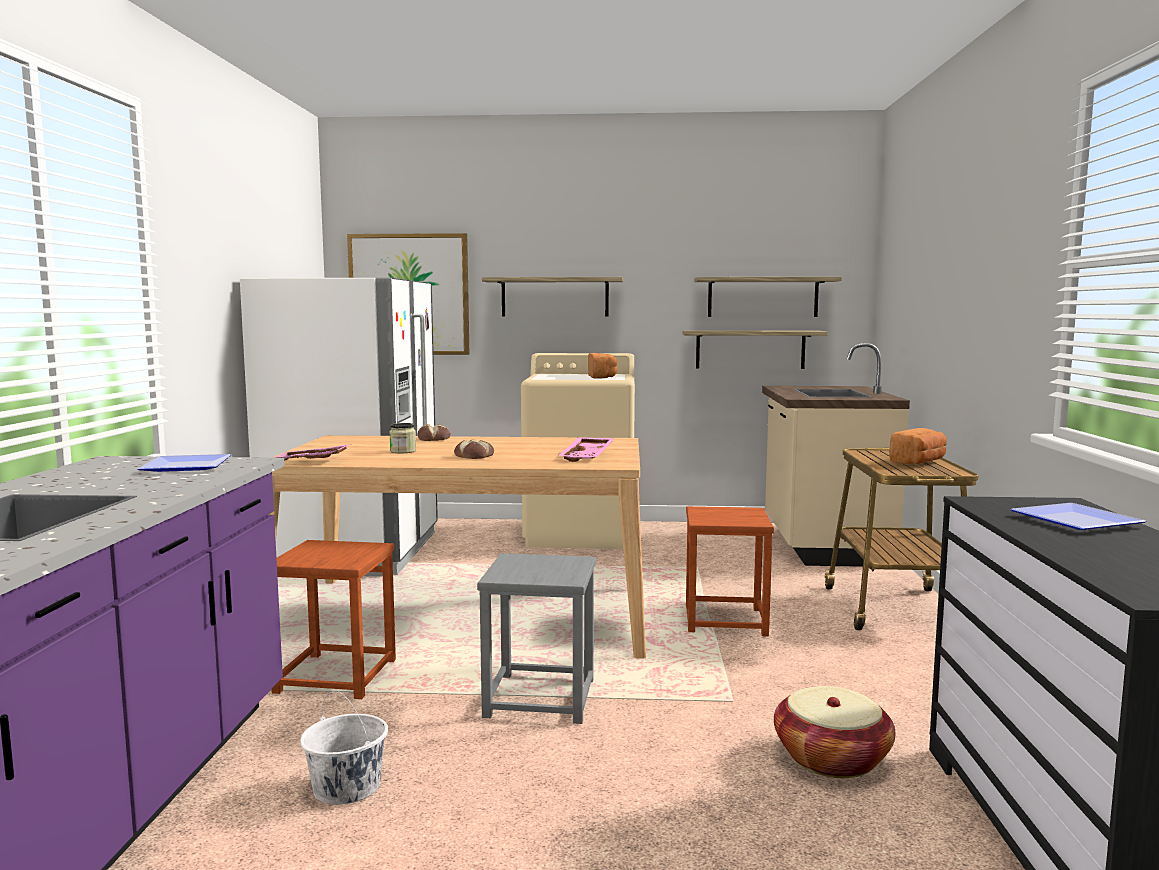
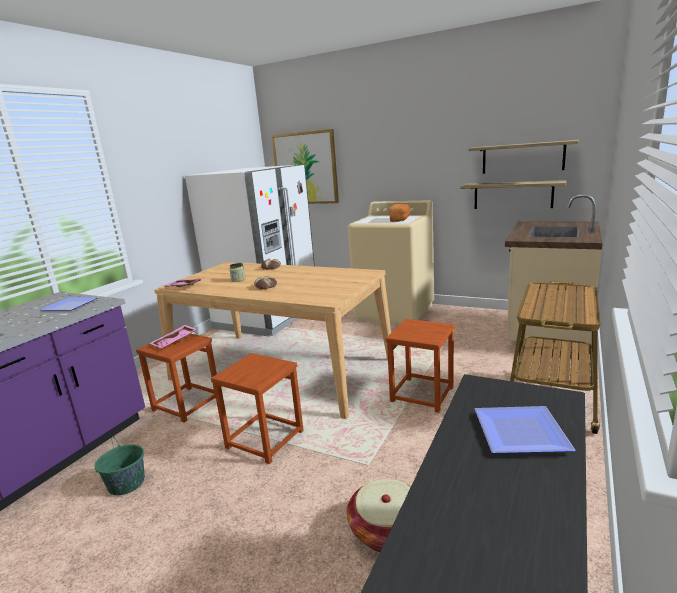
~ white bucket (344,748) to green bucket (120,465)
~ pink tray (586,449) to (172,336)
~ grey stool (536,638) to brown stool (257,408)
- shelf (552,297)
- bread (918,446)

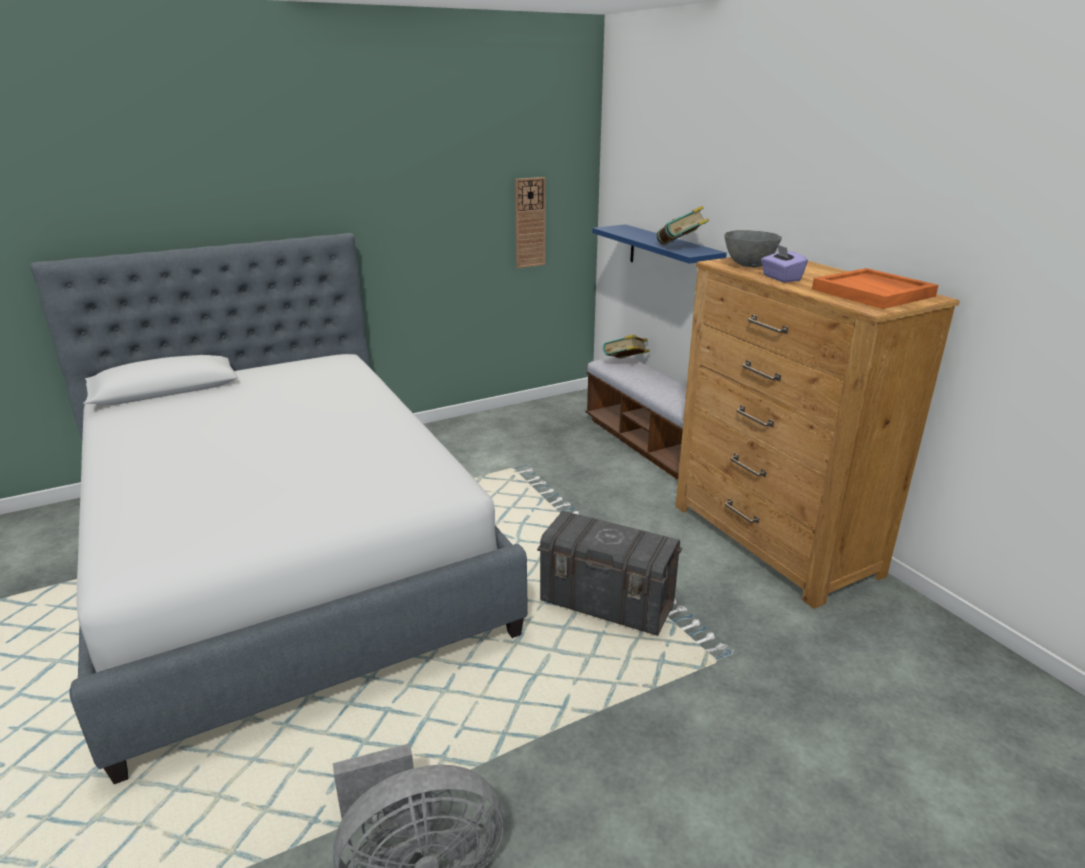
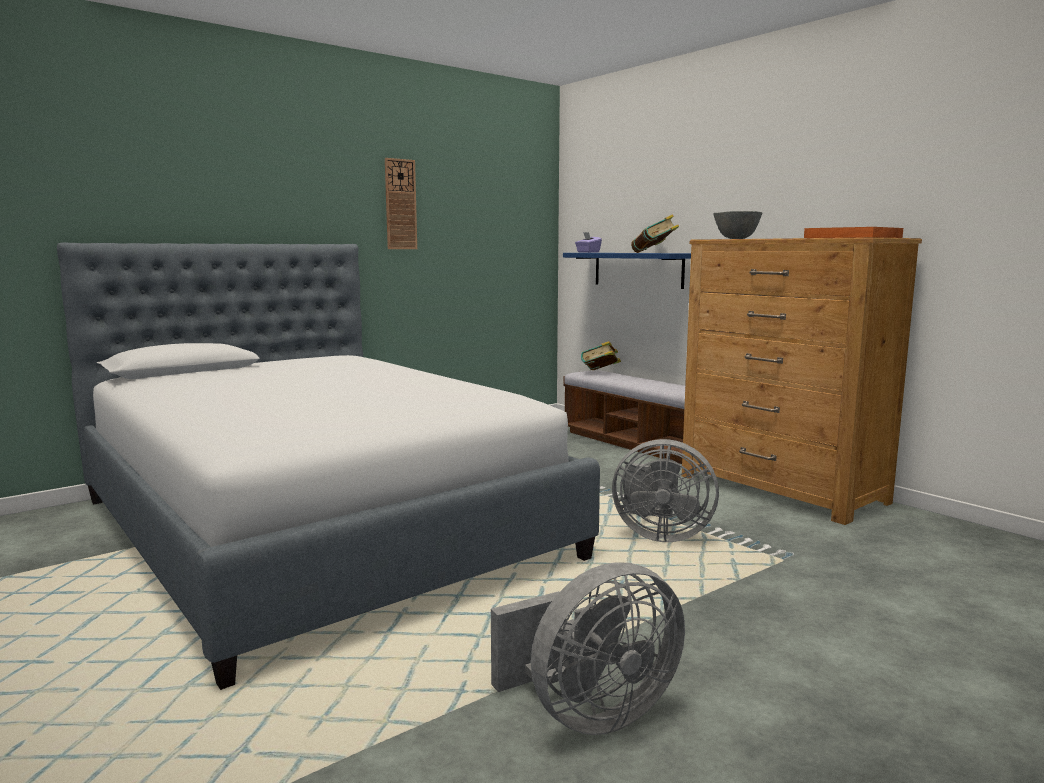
~ wall clock (530,222) to (401,203)
~ purple tissue box (784,263) to (588,242)
~ grey storage box (609,573) to grey fan (665,490)

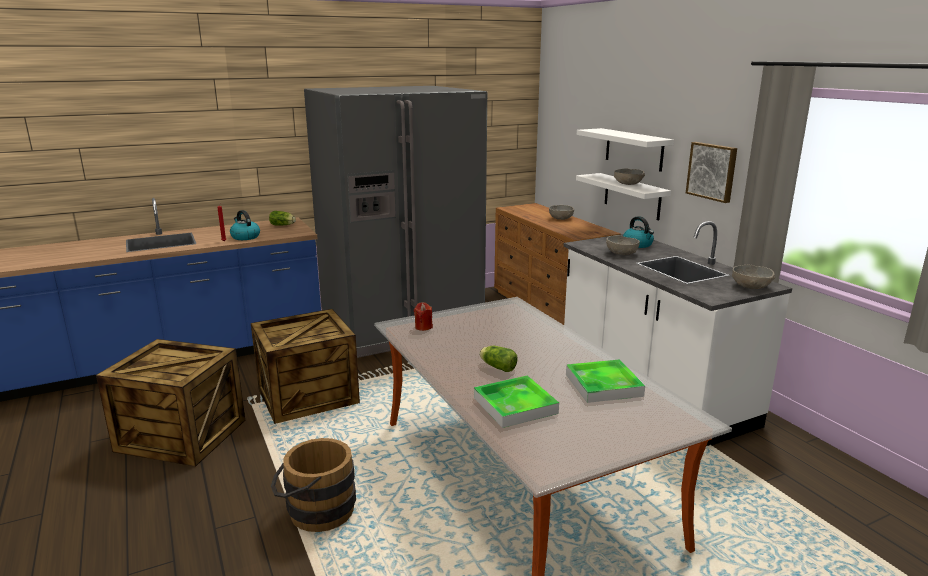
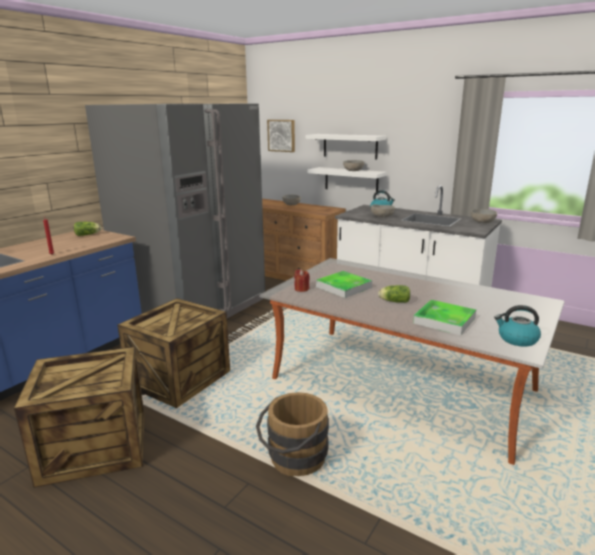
~ picture (711,172) to (281,136)
~ tray (605,381) to (344,284)
~ kettle (245,225) to (517,326)

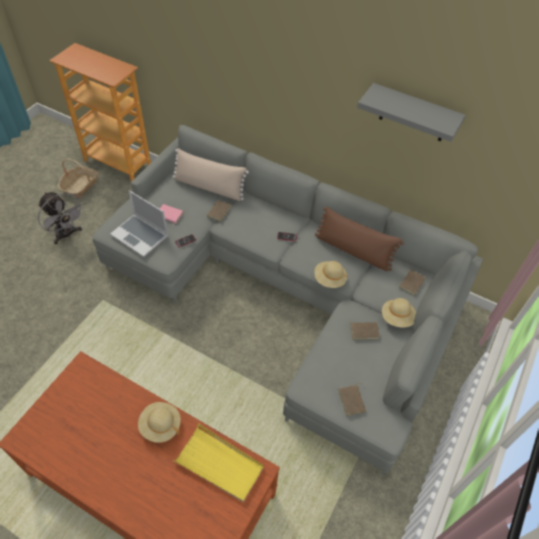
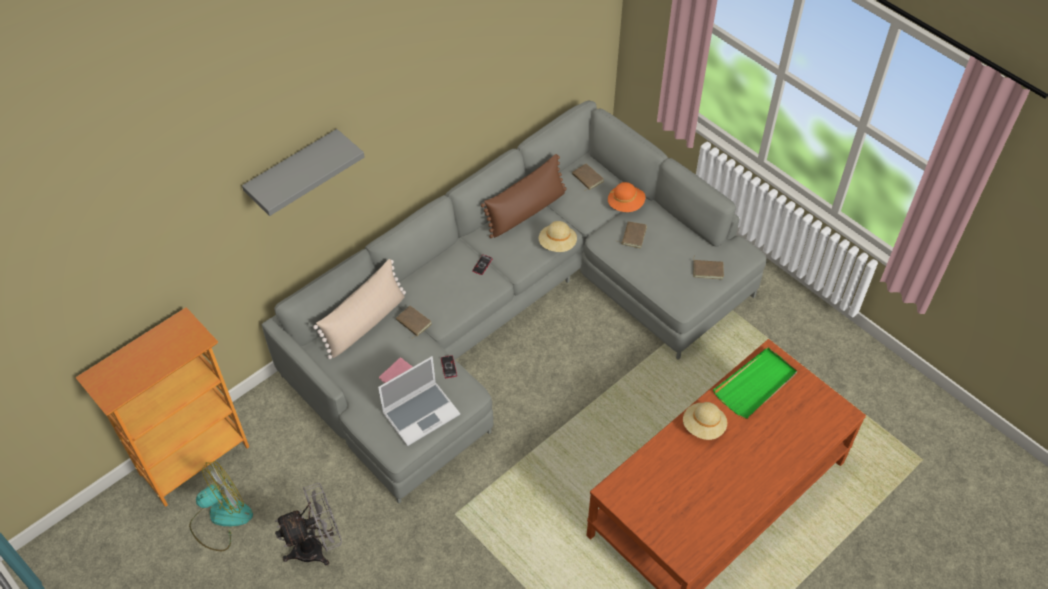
~ basket (78,178) to fan (221,506)
~ grey shelf (411,112) to (303,172)
~ beige hat (399,313) to orange hat (626,197)
~ yellow tray (218,462) to green tray (755,383)

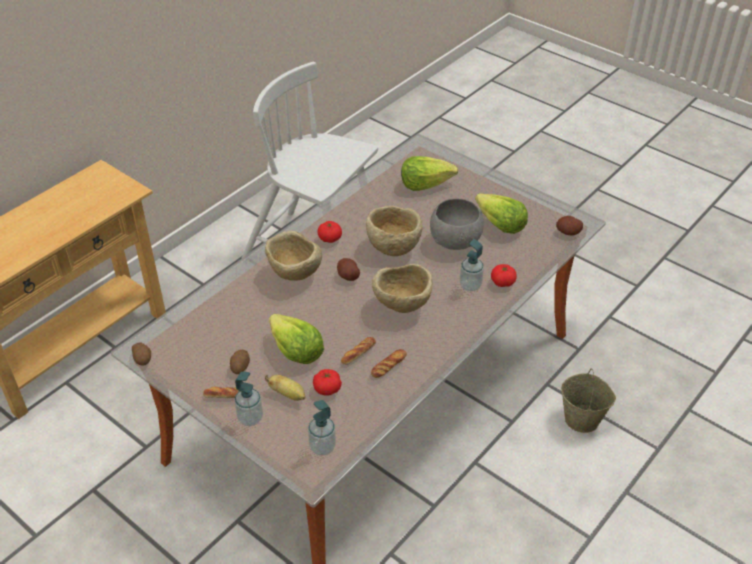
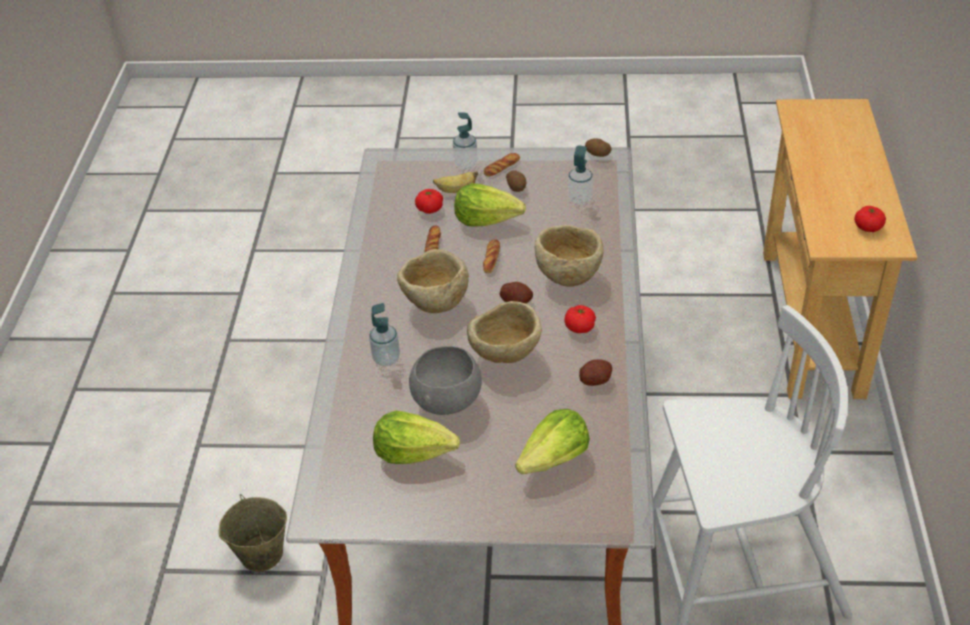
~ bread (389,363) to (491,256)
~ soap dispenser (322,428) to (580,175)
~ potato (569,225) to (595,373)
~ tomato (504,275) to (870,219)

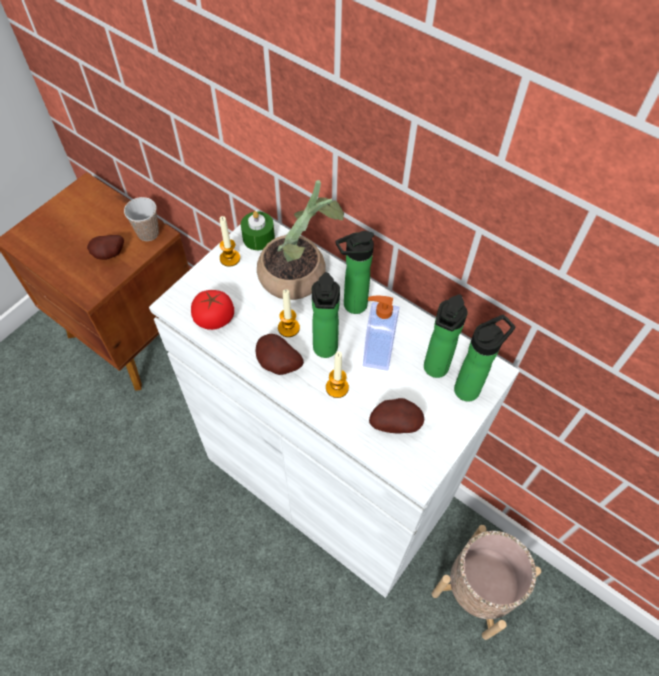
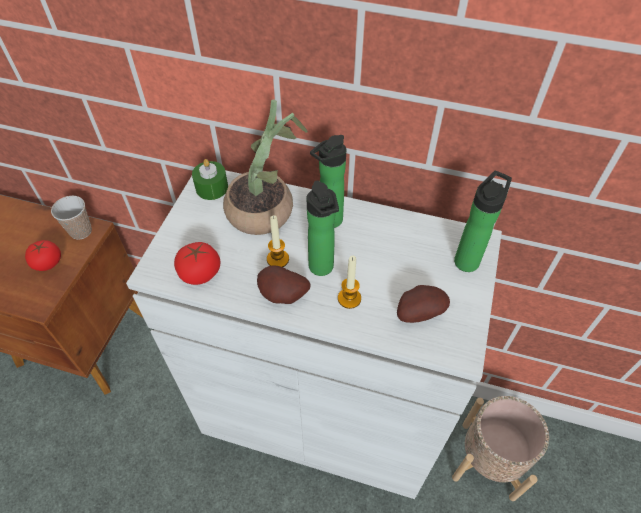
~ potato (105,247) to tomato (43,255)
- candle (230,241)
- soap dispenser (381,333)
- bottle (446,336)

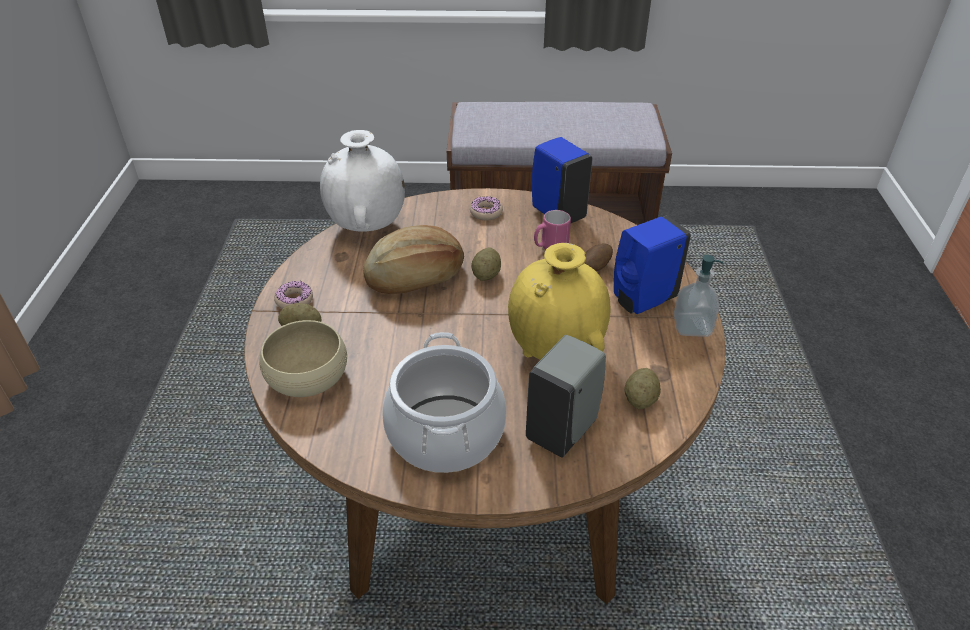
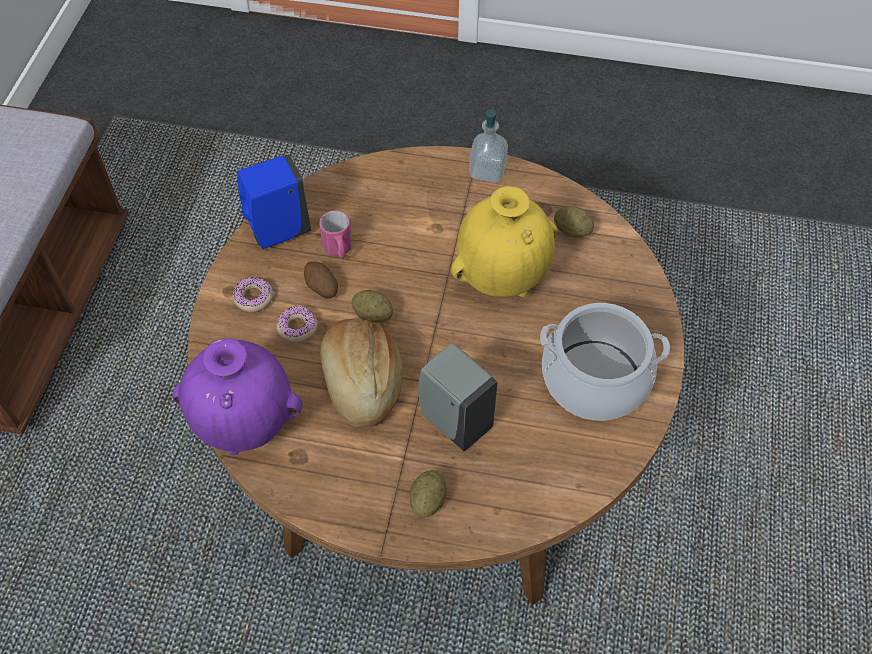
~ white vase (362,181) to purple vase (237,396)
~ donut (293,295) to (297,324)
~ potato (599,257) to (321,280)
~ grey soap dispenser (566,396) to (458,397)
- beige bowl (303,358)
- blue soap dispenser (652,264)

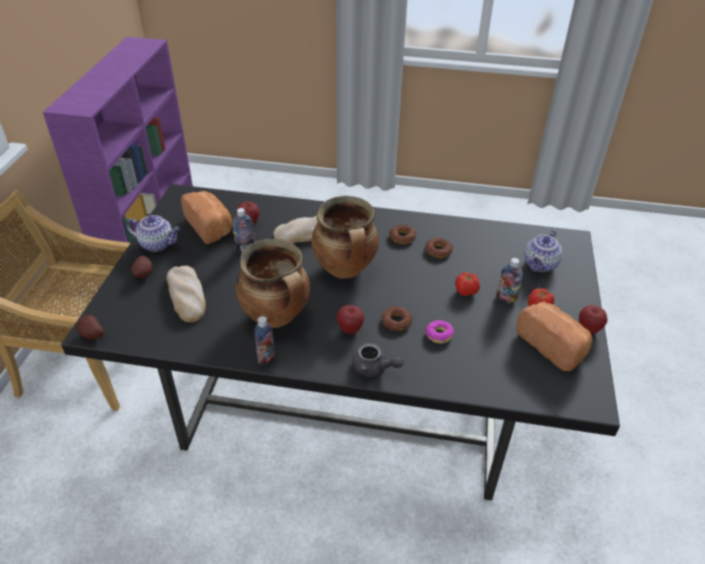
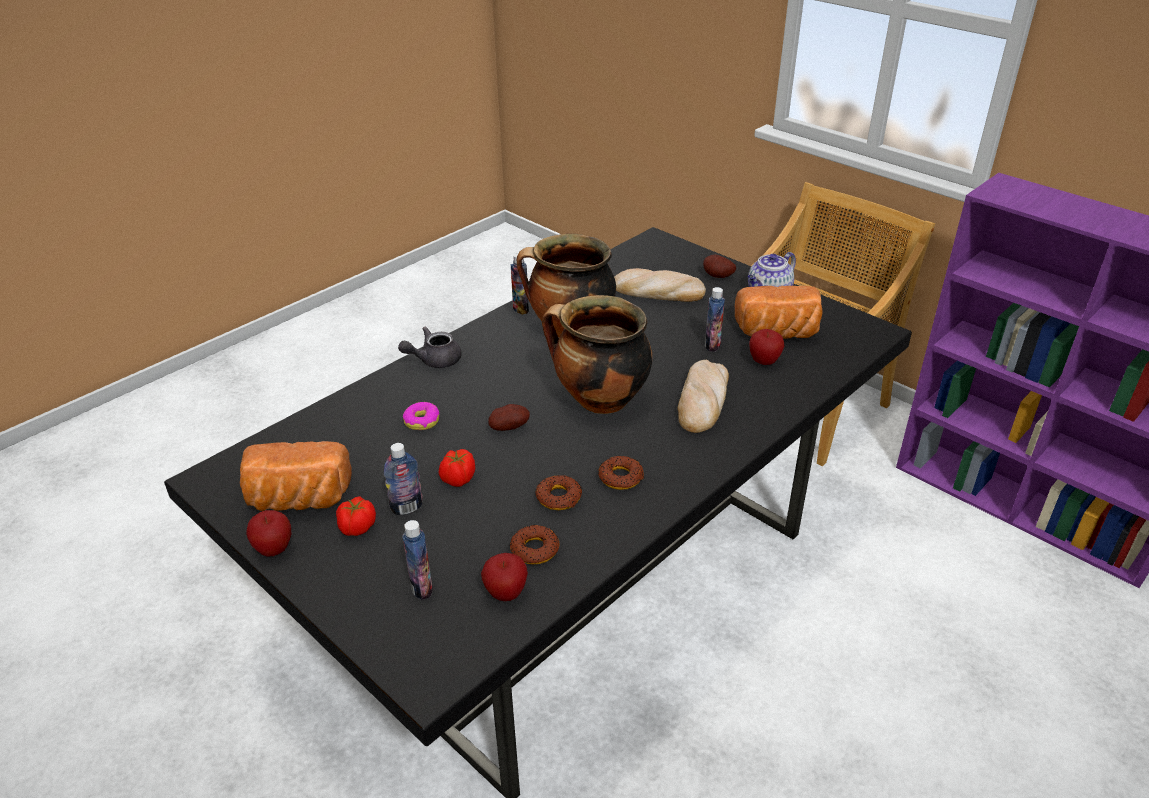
~ teapot (543,251) to bottle (417,560)
~ apple (350,319) to (504,577)
~ potato (90,327) to (509,417)
~ donut (396,318) to (535,544)

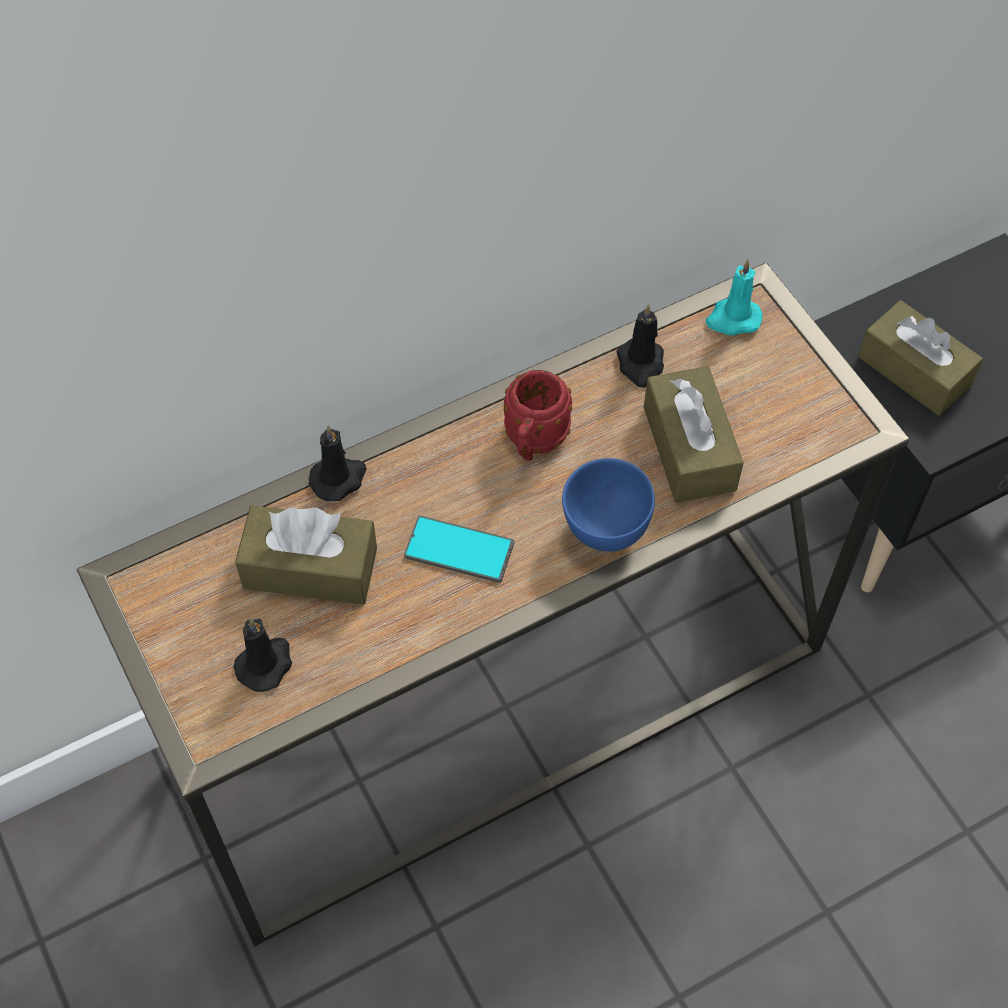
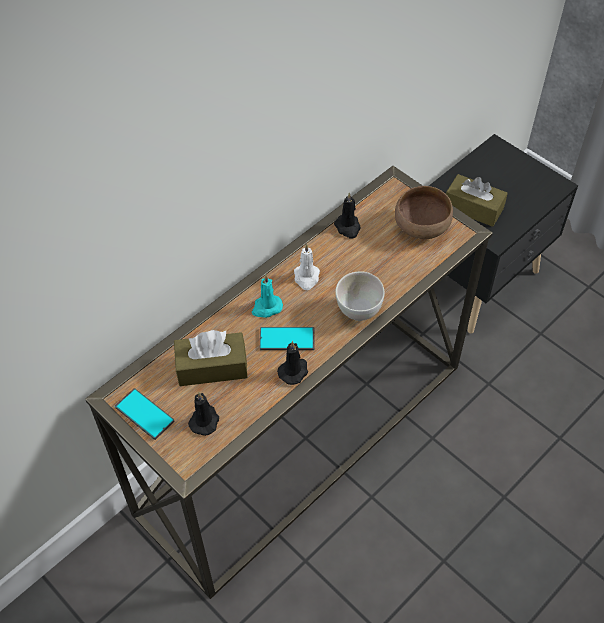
+ phone (144,414)
~ turquoise candle (734,297) to (267,296)
~ black candle (338,463) to (292,363)
~ red mug (538,415) to white candle (307,267)
~ blue bowl (608,504) to white bowl (360,296)
+ brown bowl (424,212)
- brown tissue box (694,434)

